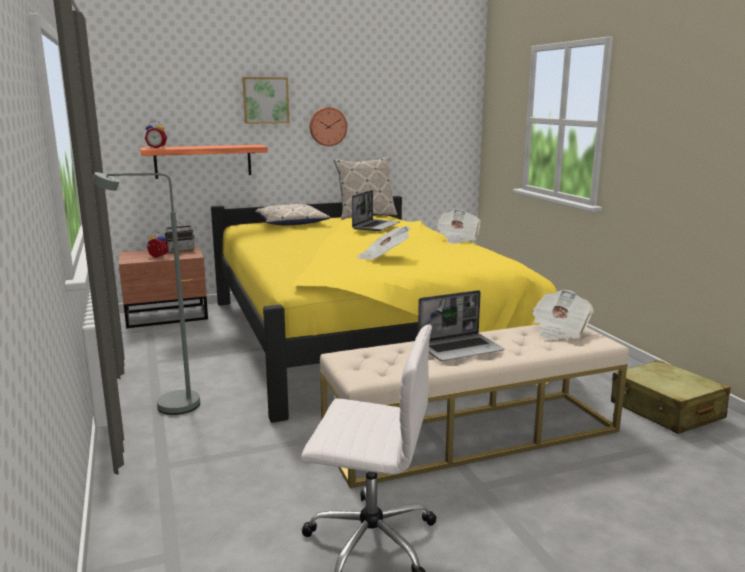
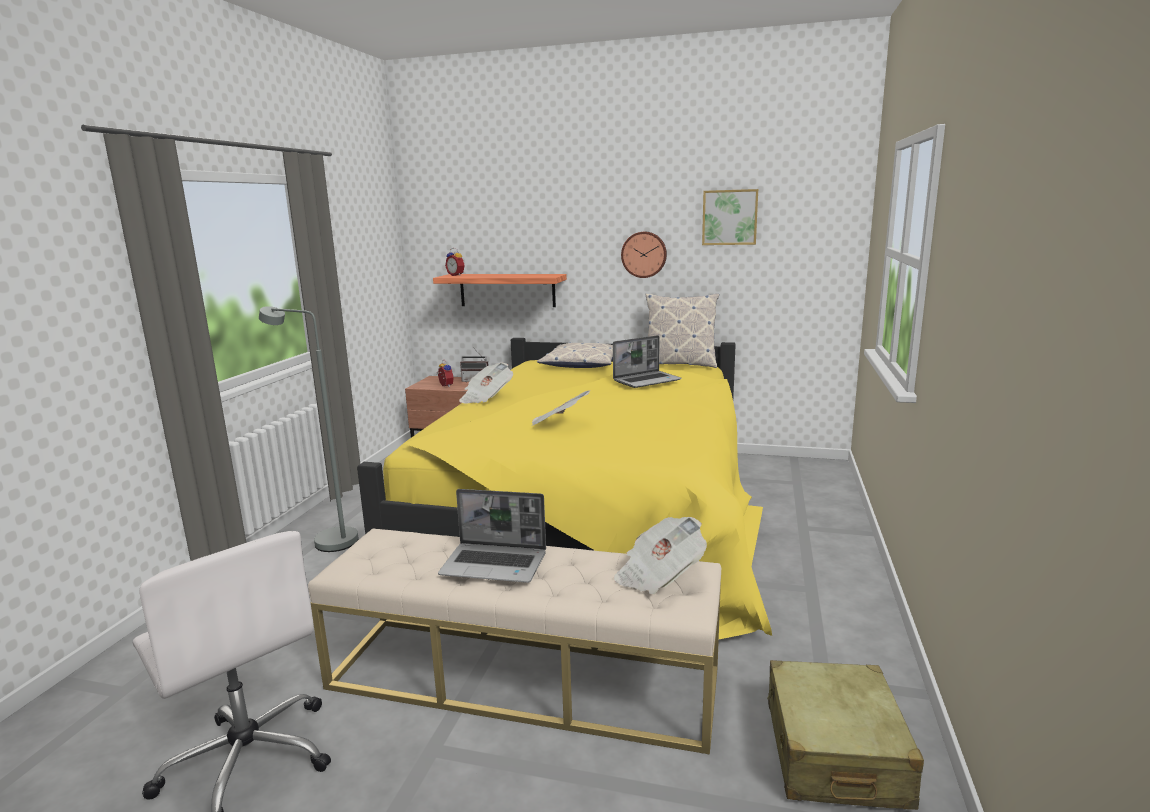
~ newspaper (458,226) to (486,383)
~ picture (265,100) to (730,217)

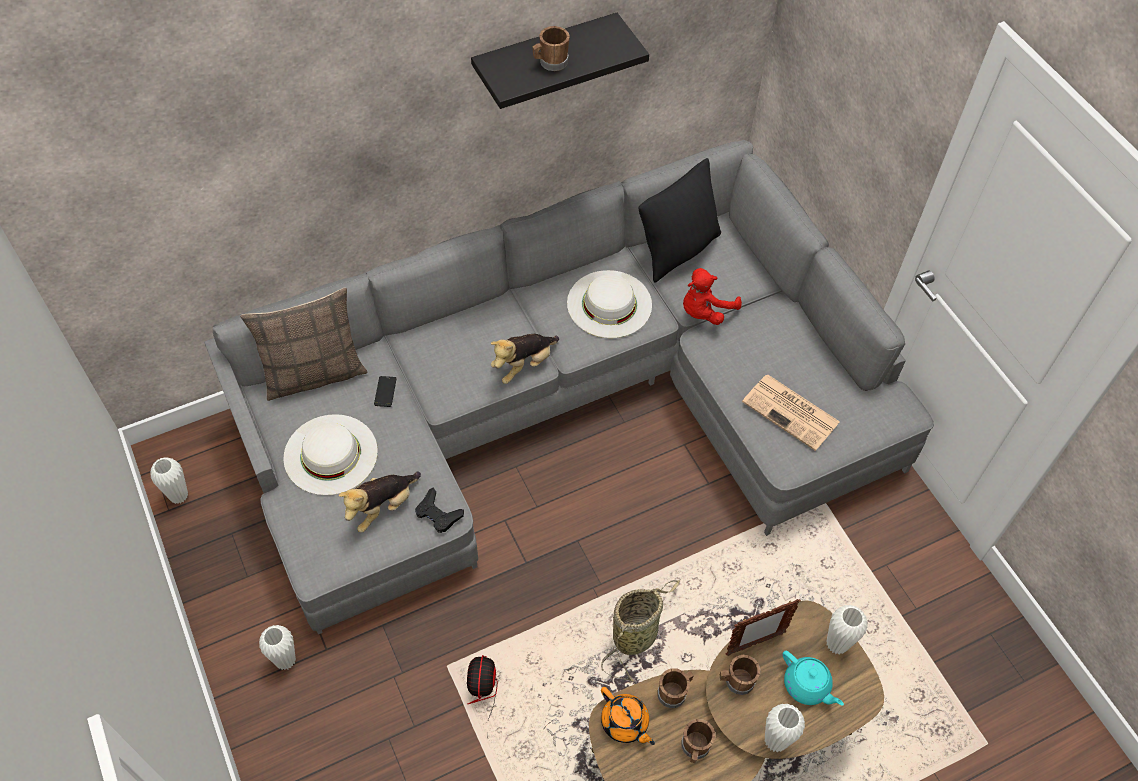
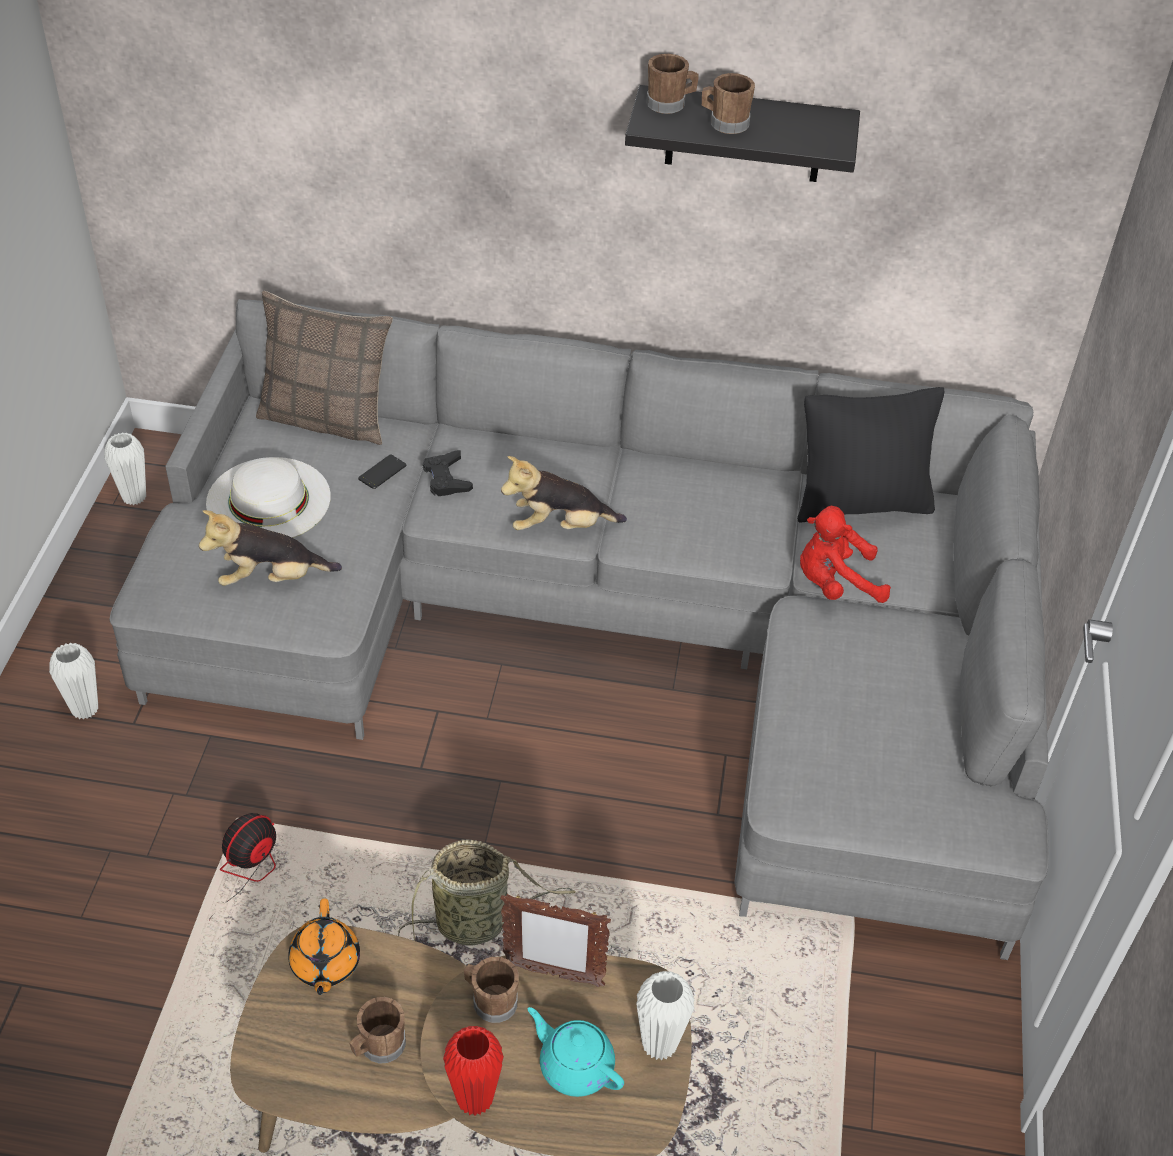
~ black game controller (439,510) to (448,473)
~ white vase (785,728) to red vase (473,1071)
~ turquoise teapot (813,678) = (576,1052) 135 degrees clockwise
~ brown mug (675,688) to (672,84)
- white hat (609,304)
- newspaper (791,413)

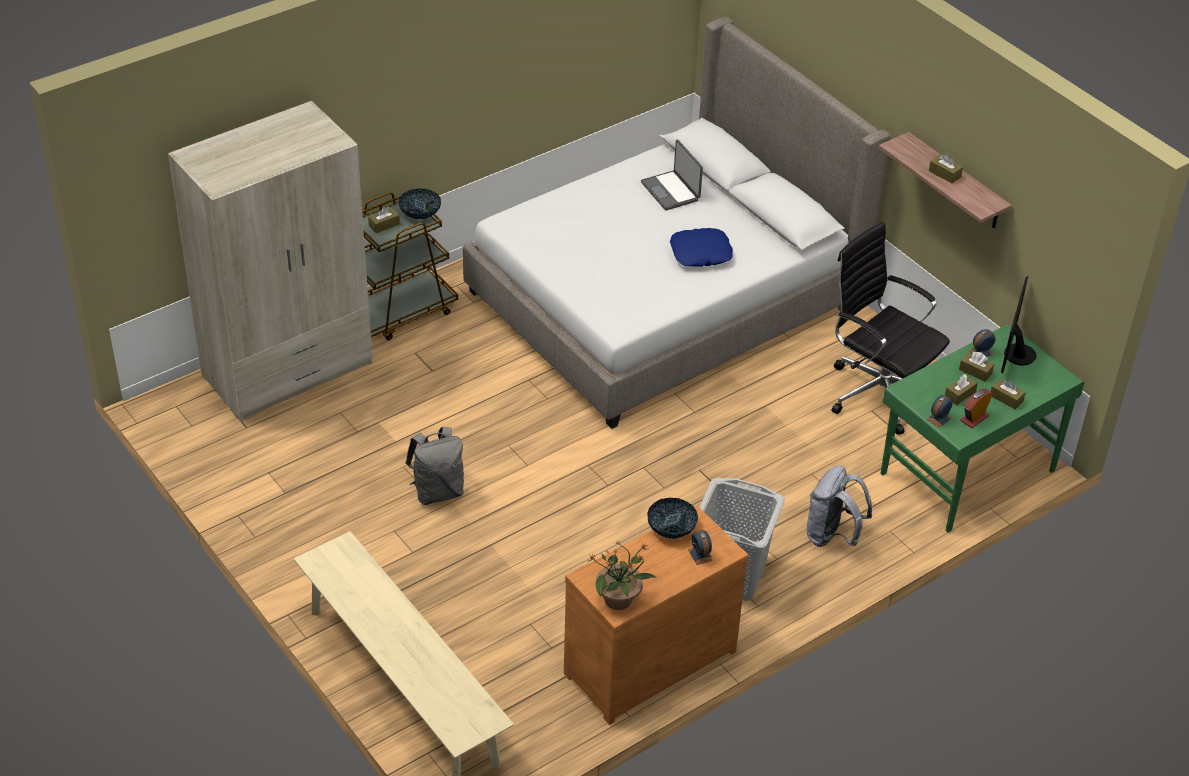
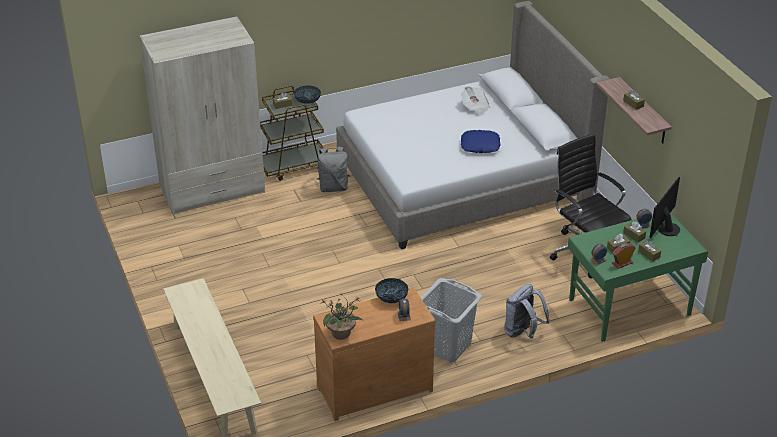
~ grey backpack (434,466) to (333,169)
~ laptop (672,175) to newspaper (475,101)

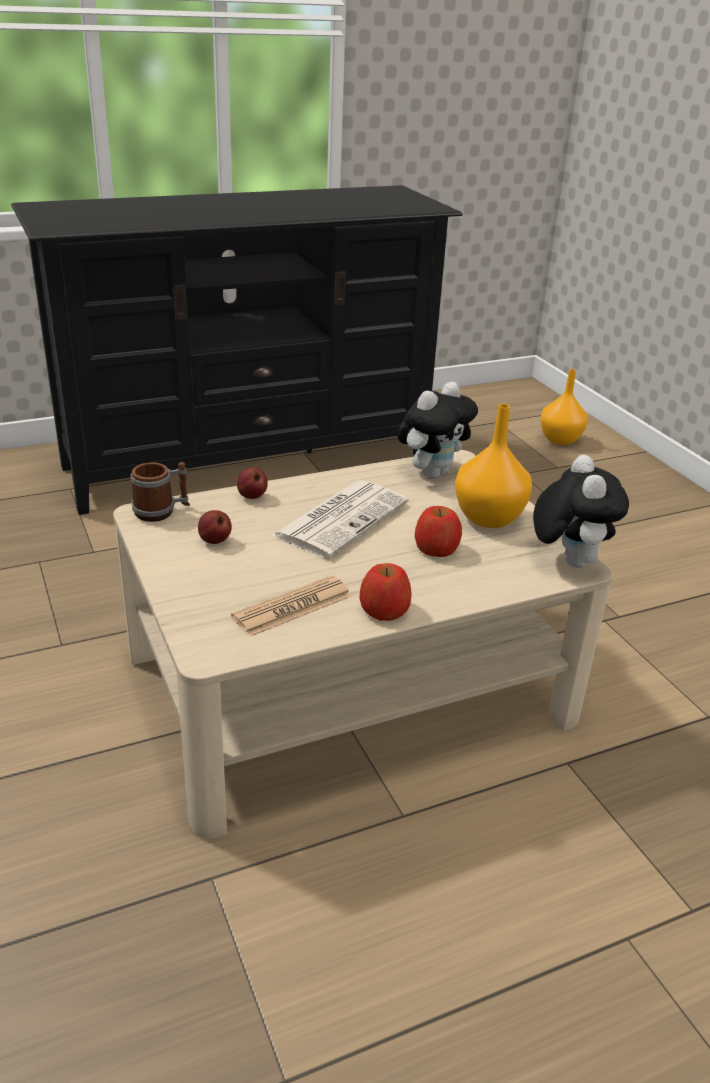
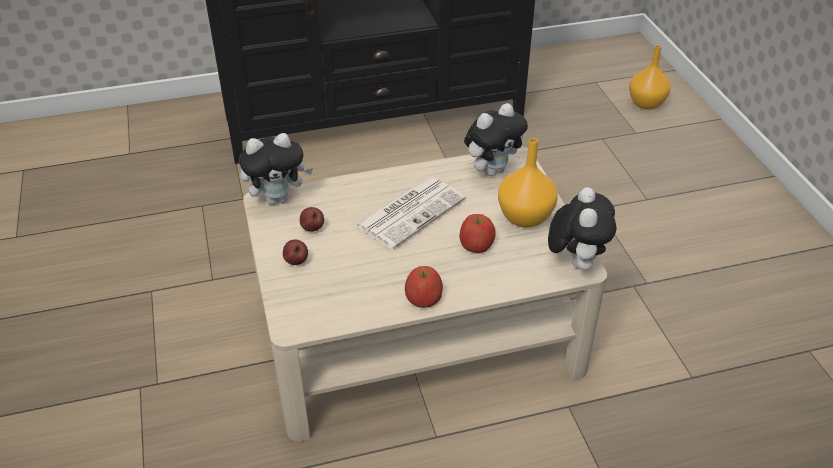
~ mug (160,492) to plush toy (276,169)
~ apple (252,483) to (295,252)
- newspaper (291,606)

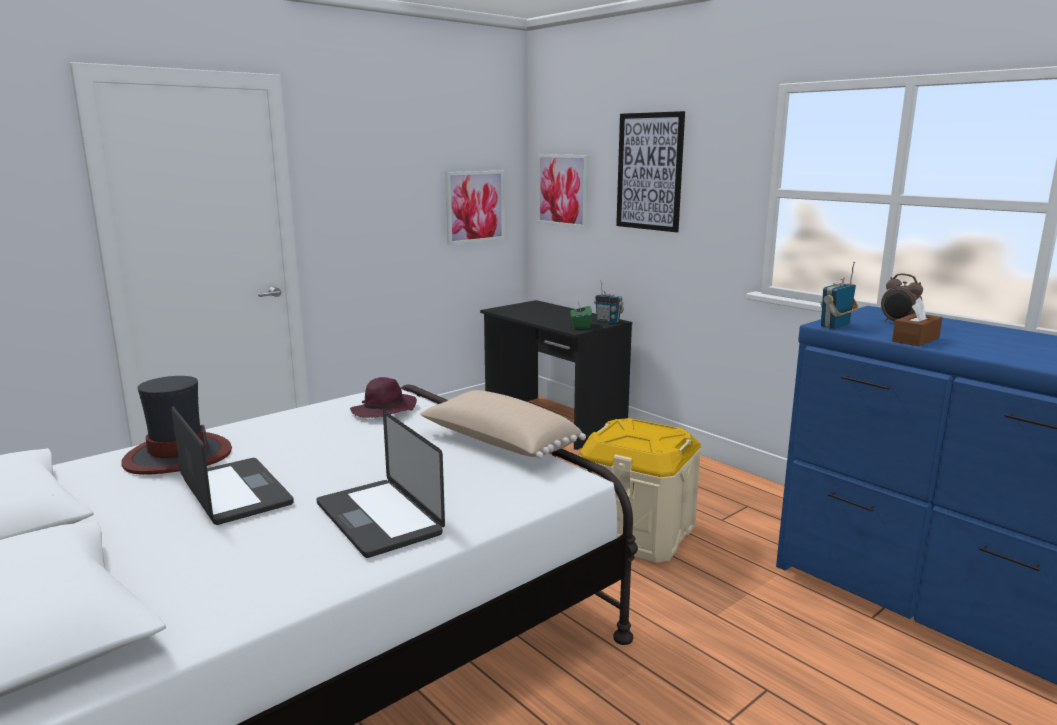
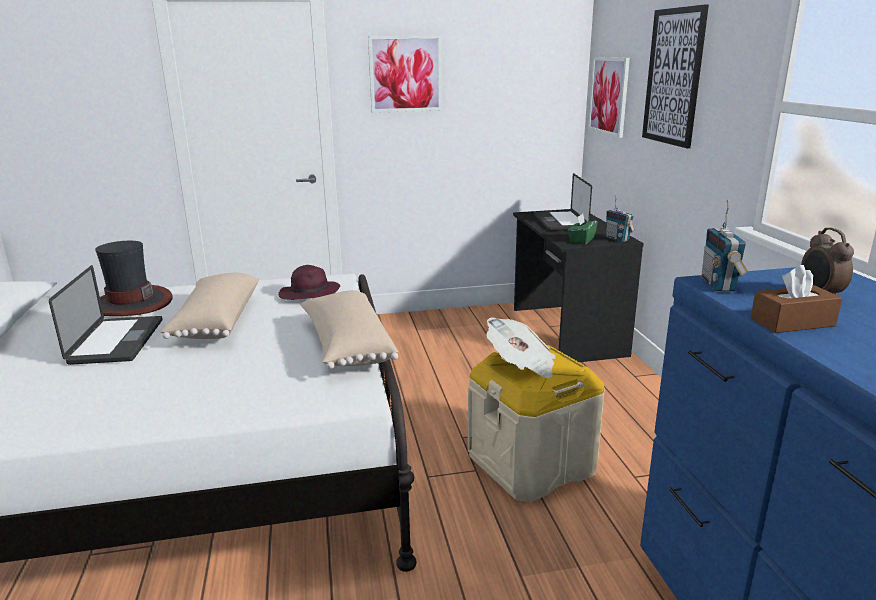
+ beige pillow (209,306)
~ picture (475,208) to (405,74)
+ newspaper (521,347)
~ laptop (381,484) to (563,202)
~ radio (839,295) = (724,246) 75 degrees counterclockwise

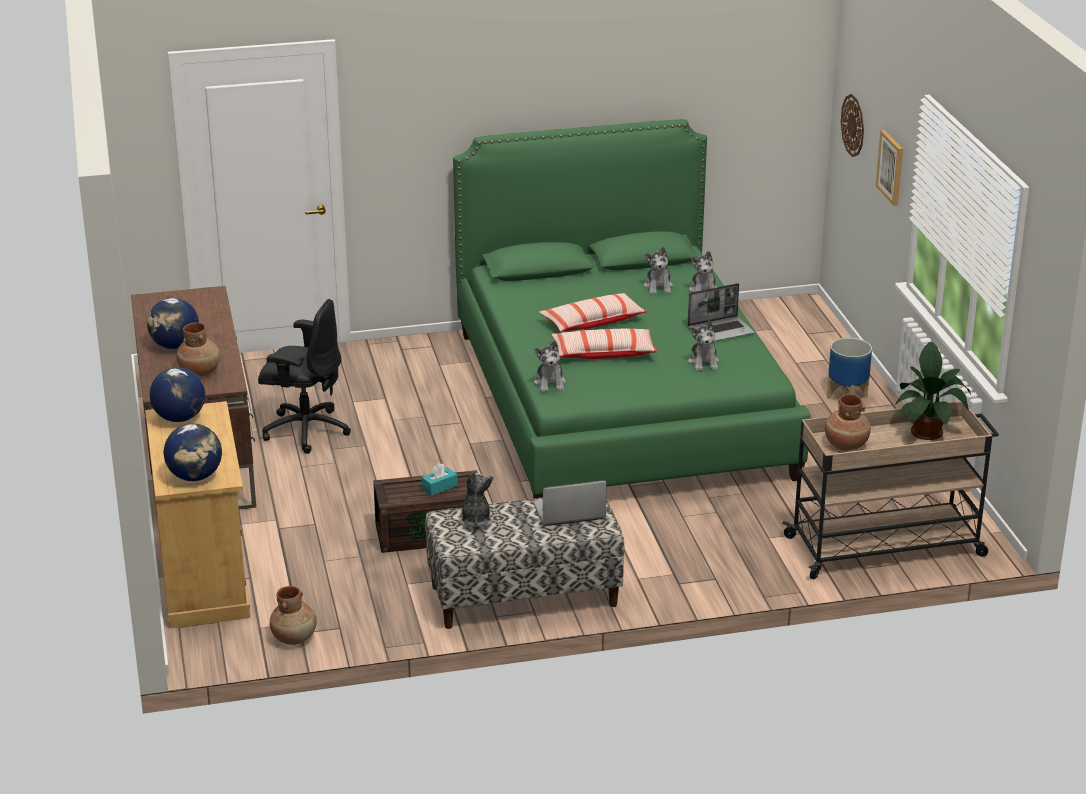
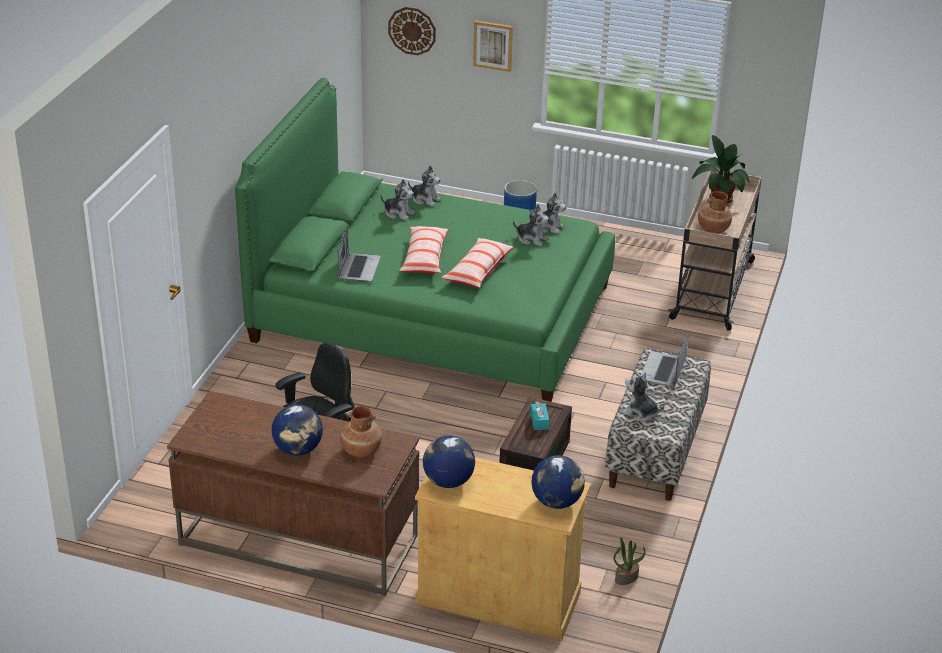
~ laptop (721,312) to (359,254)
~ plush toy (550,367) to (548,213)
~ brown vase (293,615) to potted plant (629,561)

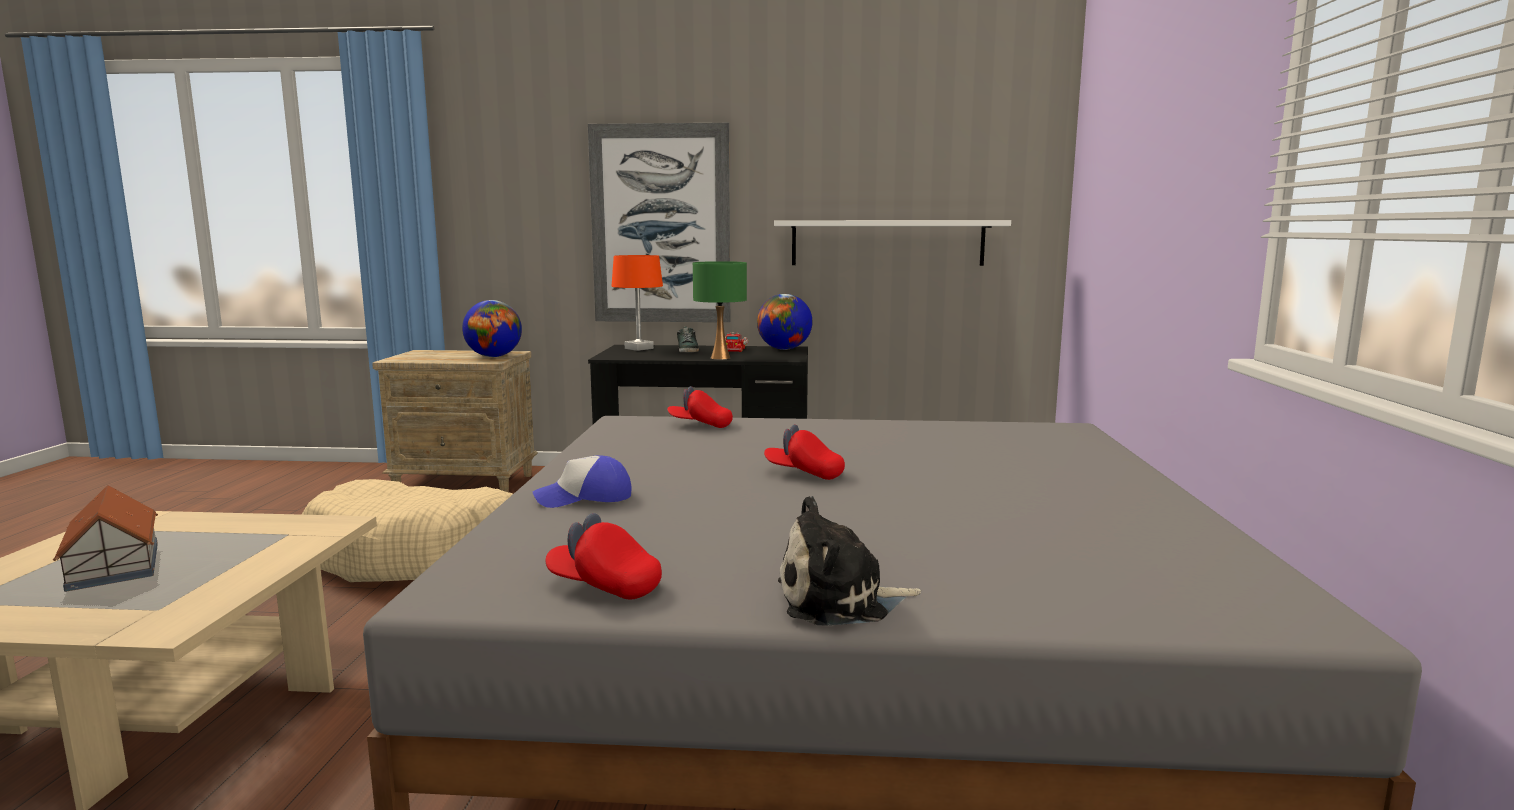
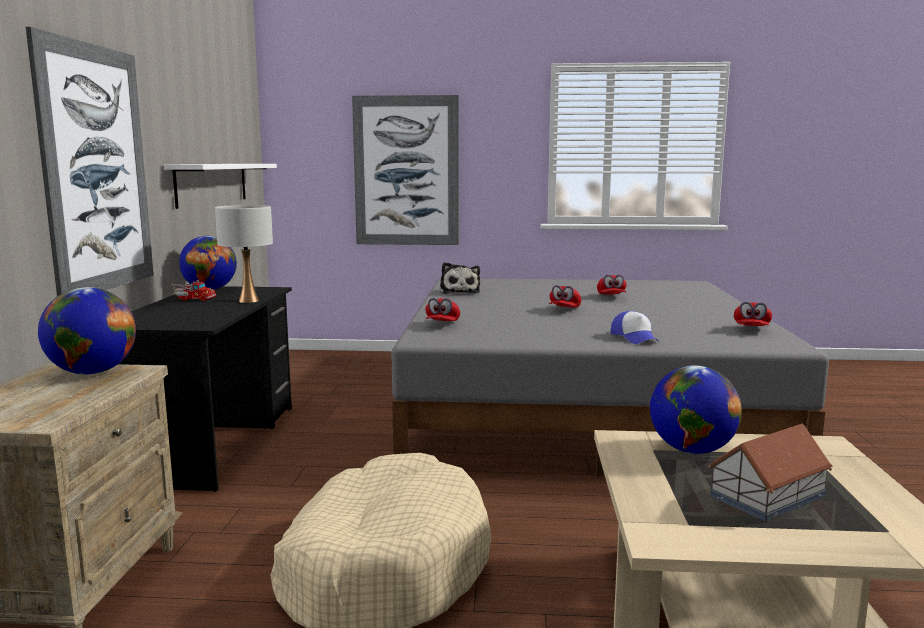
~ green table lamp (720,310) to white table lamp (244,254)
+ picture (405,170)
~ plush toy (849,561) to (460,278)
+ red cap (611,285)
+ globe (696,410)
- orange table lamp (637,303)
- shoe (688,339)

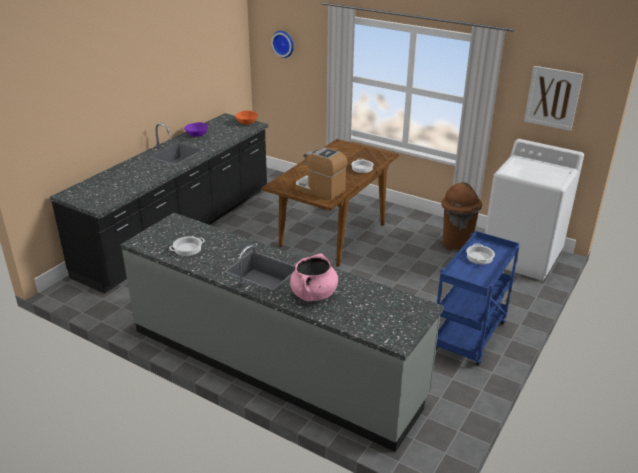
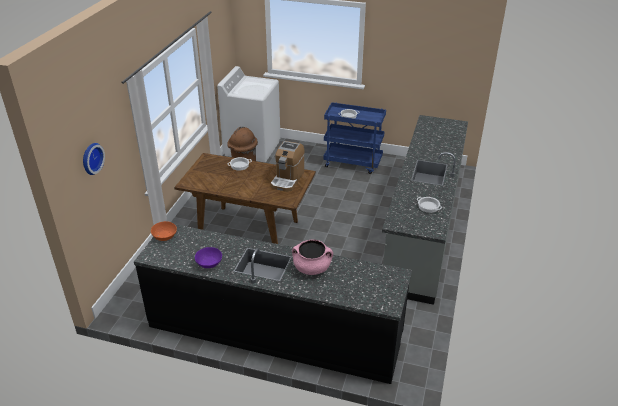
~ pink cooking pot (314,277) to (312,257)
- picture (553,98)

